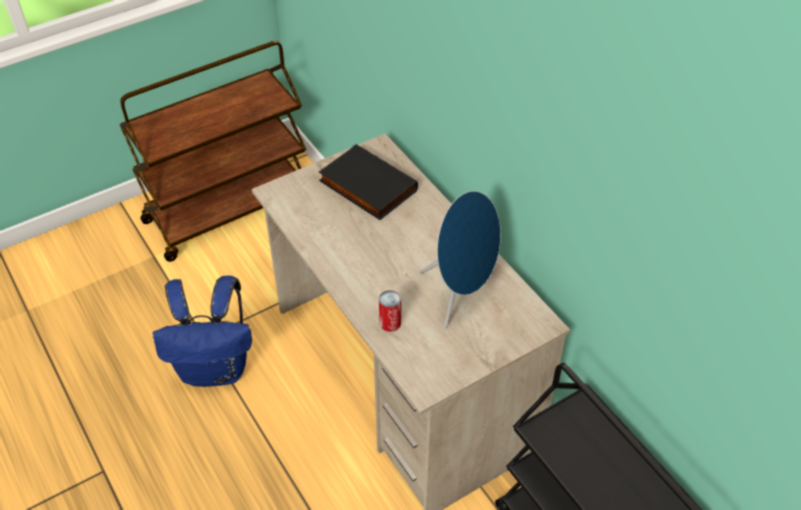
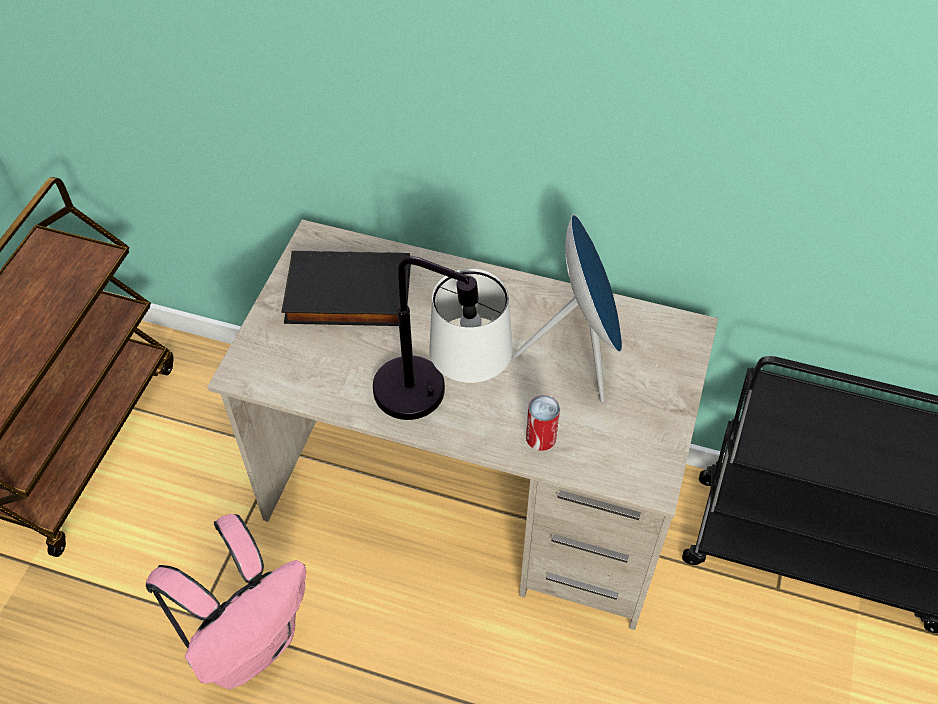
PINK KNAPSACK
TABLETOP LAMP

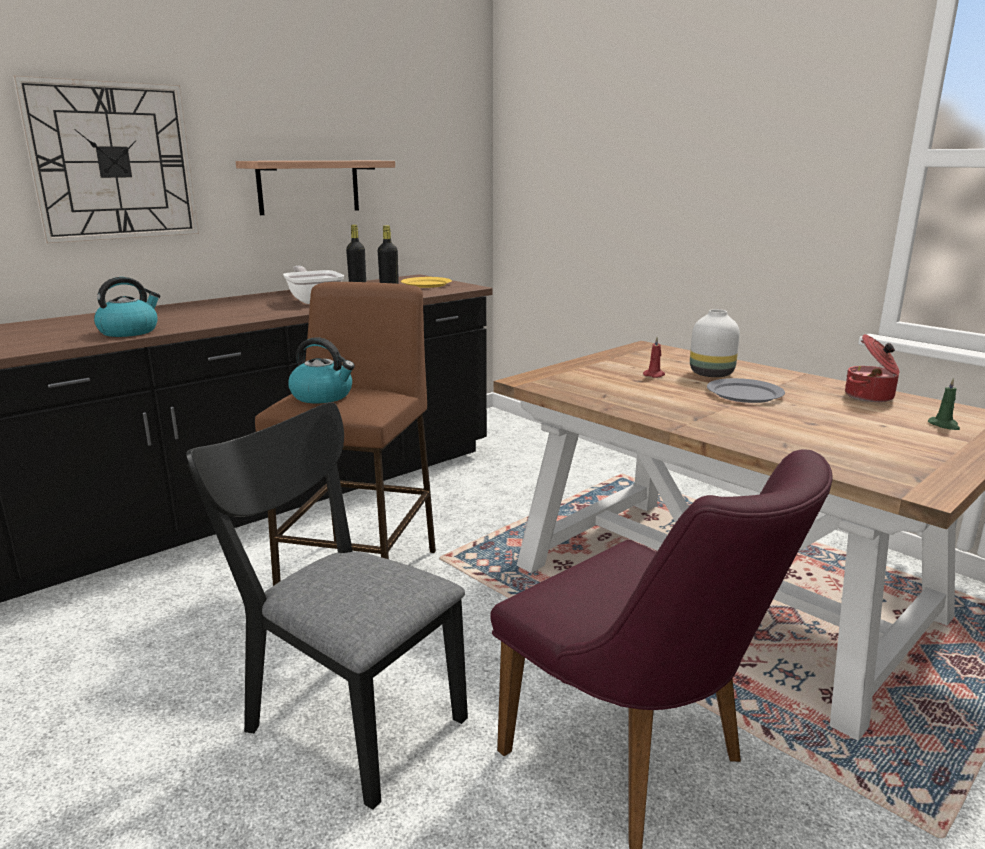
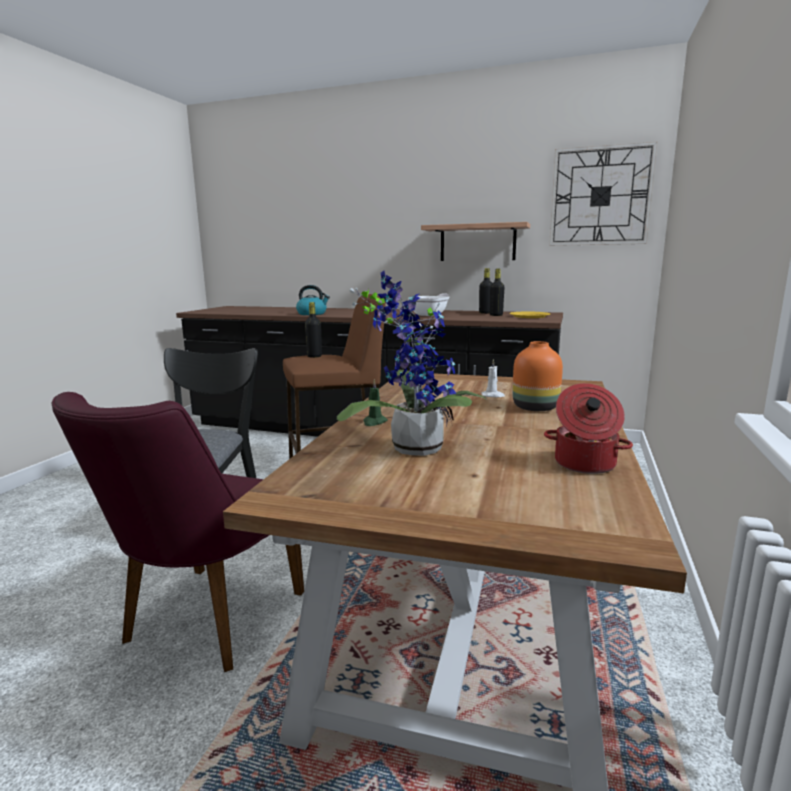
CLOCK ON THE WALL
ORANGE-COLOURED DECORATIVE VASE
BLACKISH DRINK BOTTLE (1st from left)
WHITISH WAX LIGHT
GREY FLAT DISH
GREEN WAX LIGHT
PLANT IN A POT

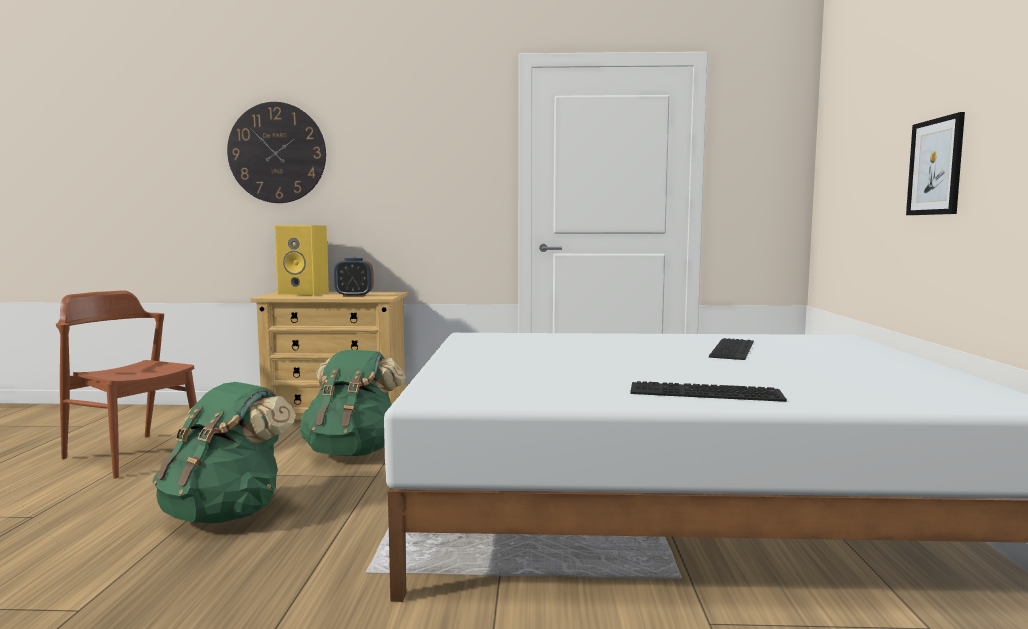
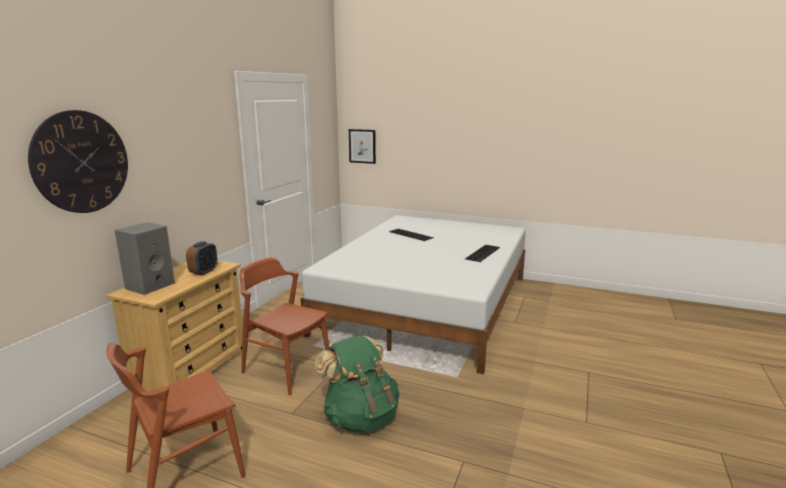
WALL ART
GREY SPEAKER
BROWN-COLOURED PLAIN CHAIR (2nd from left)

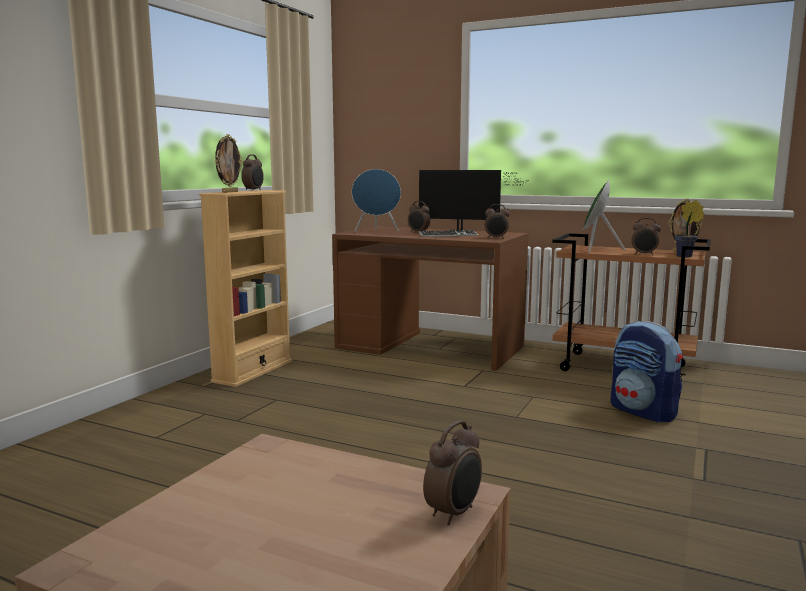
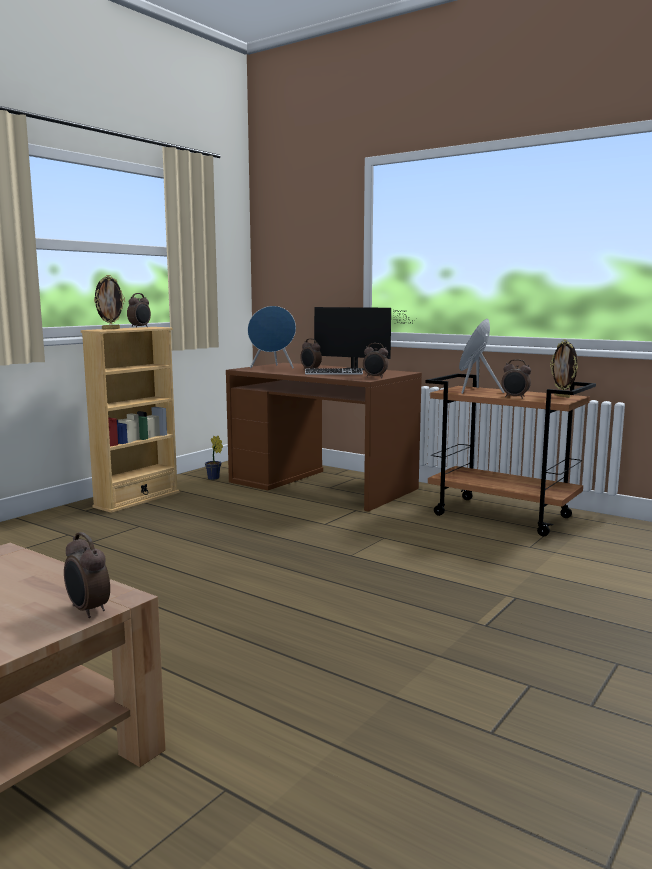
PLANT IN A POT
KNAPSACK
TABLE CLOCK (1st from left)

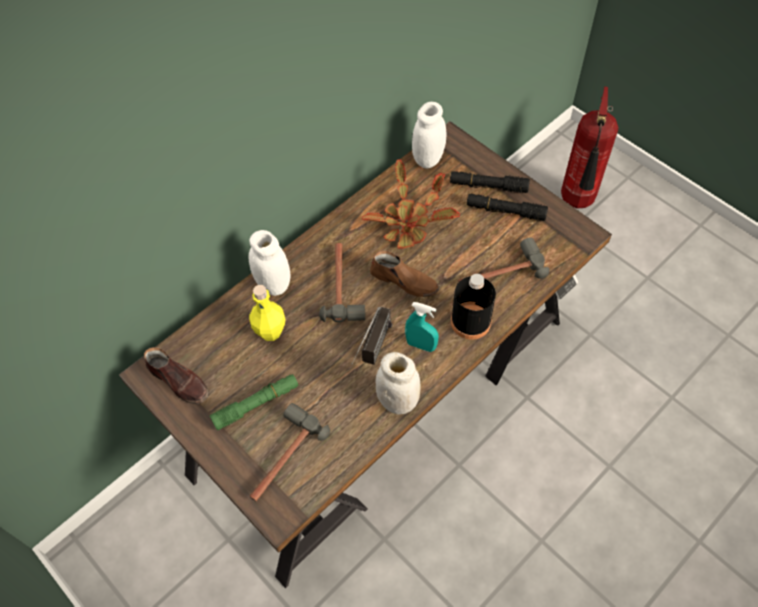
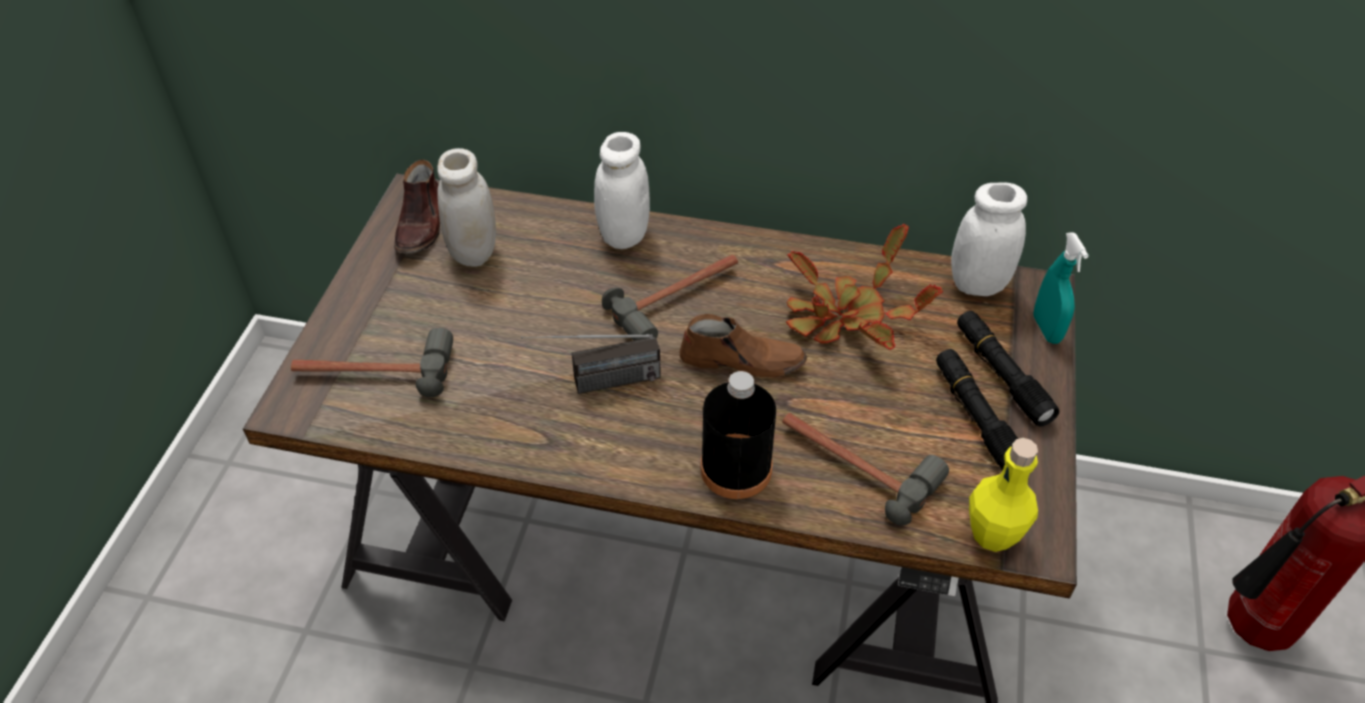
BROWN-COLOURED ITEM OF FOOTWEAR (2nd from left)
YELLOW-COLOURED DRINK BOTTLE
TURQUOISE HAND SPRAYER
WHITISH PRESERVE JAR (1st from left)
GREEN HAND TORCH

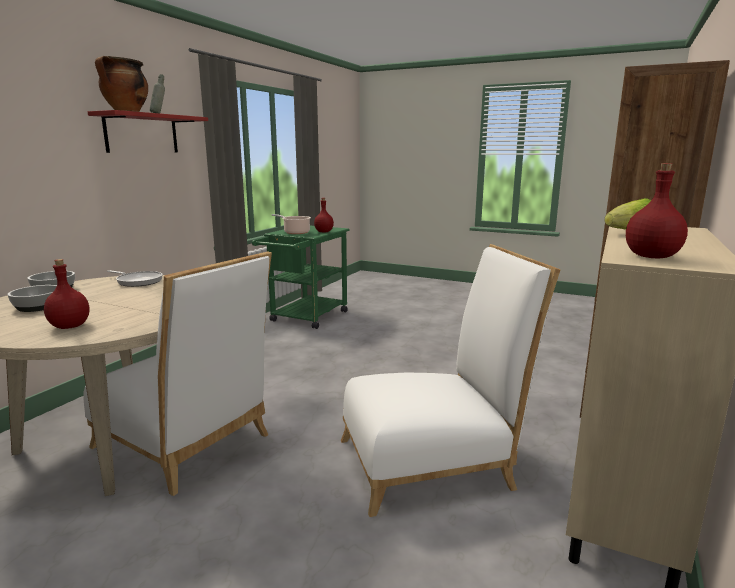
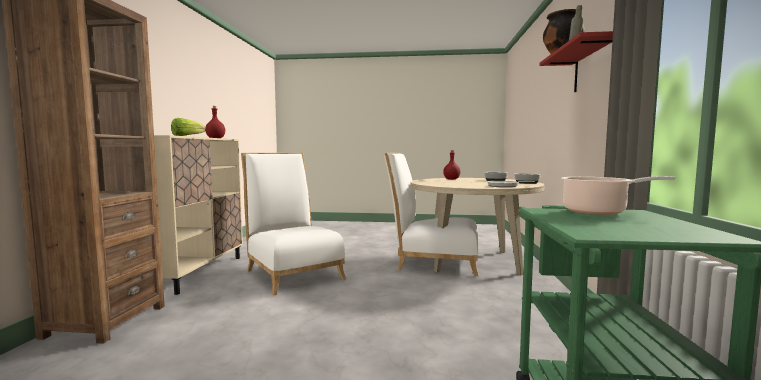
RED DRINK BOTTLE (2nd from left in the first image)
WHITISH PLAIN CHAIR (1st from left)

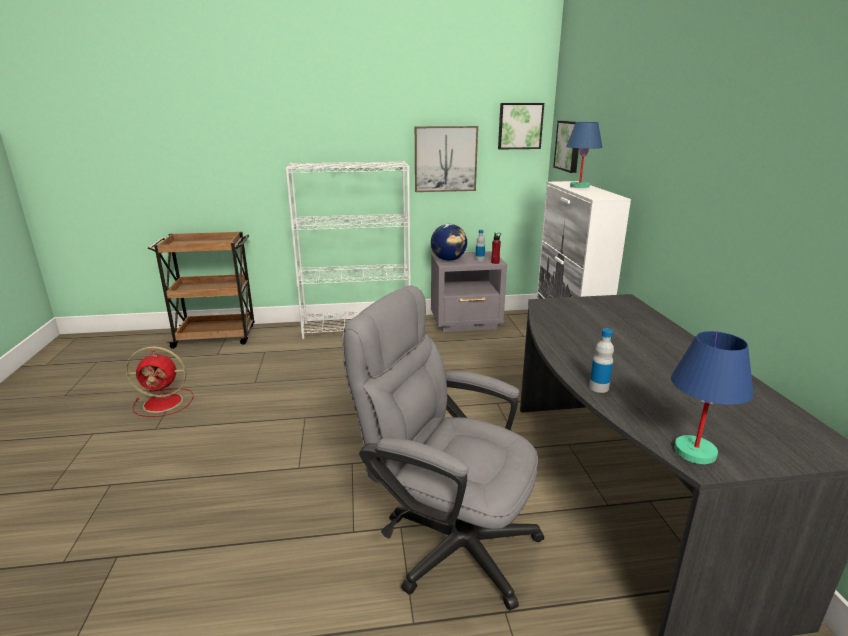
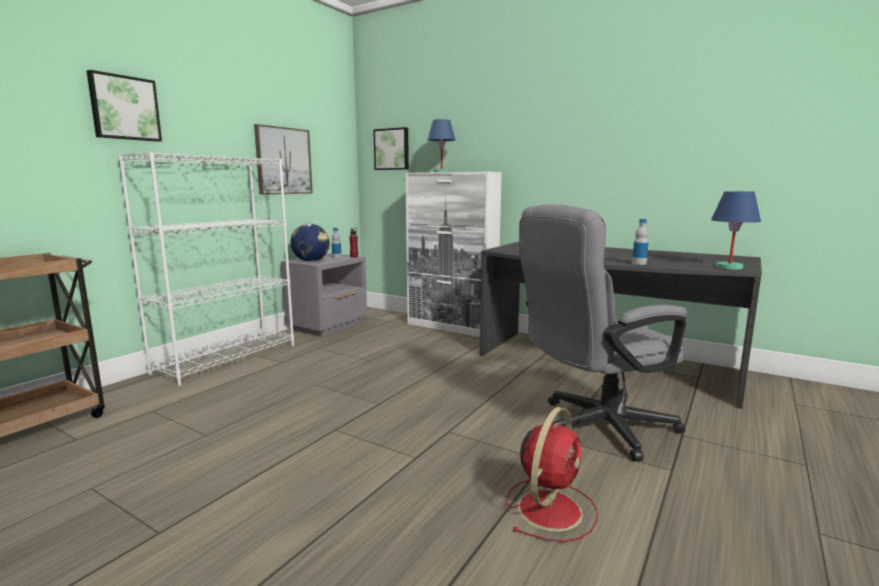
WALL ART (1st from left)
RED FAN

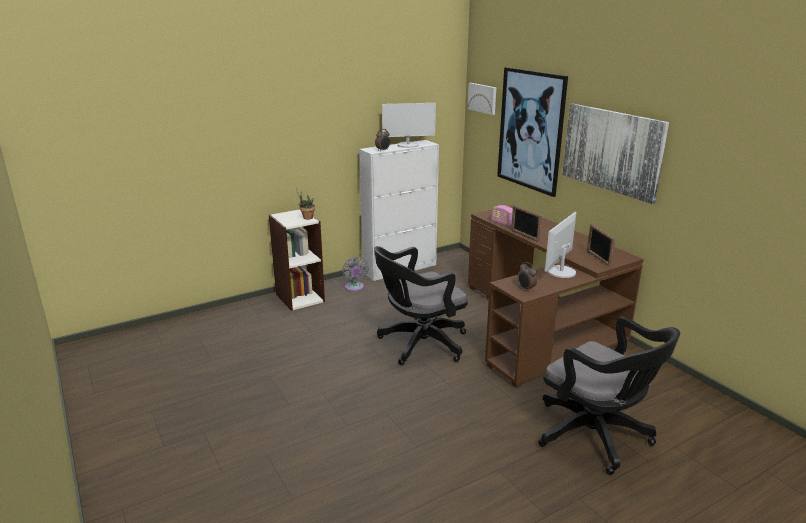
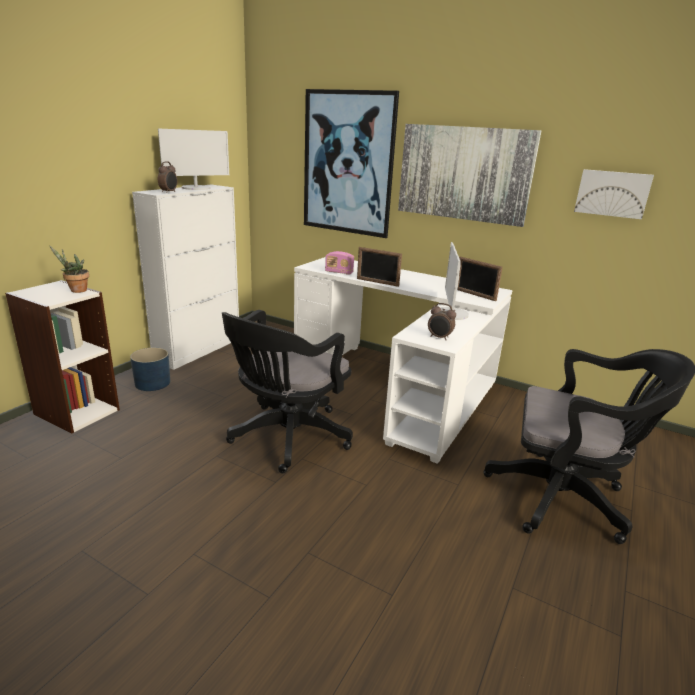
WALL ART (3rd from left)
WHITISH DESK
BLUE-COLOURED FLOWER POT

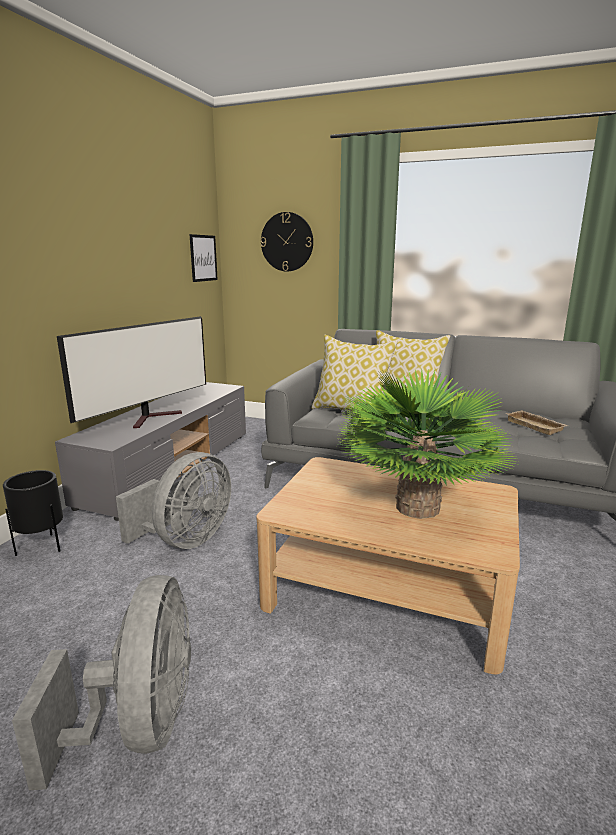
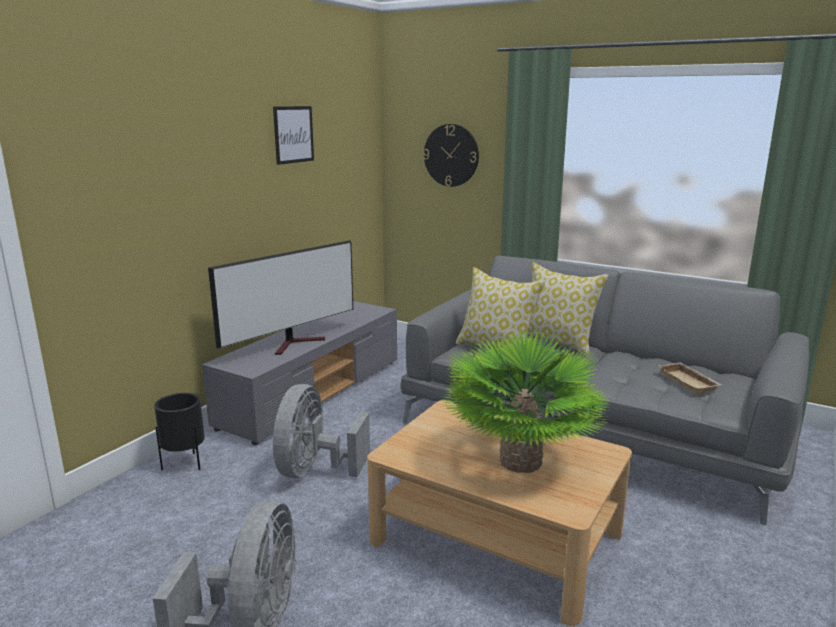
WALL ART
GREY FAN (2nd from left)

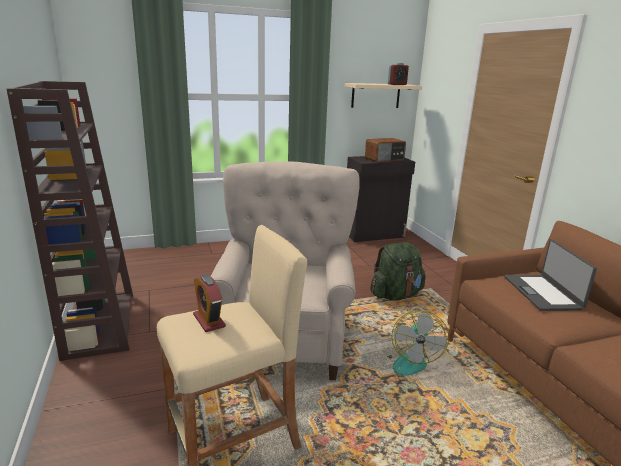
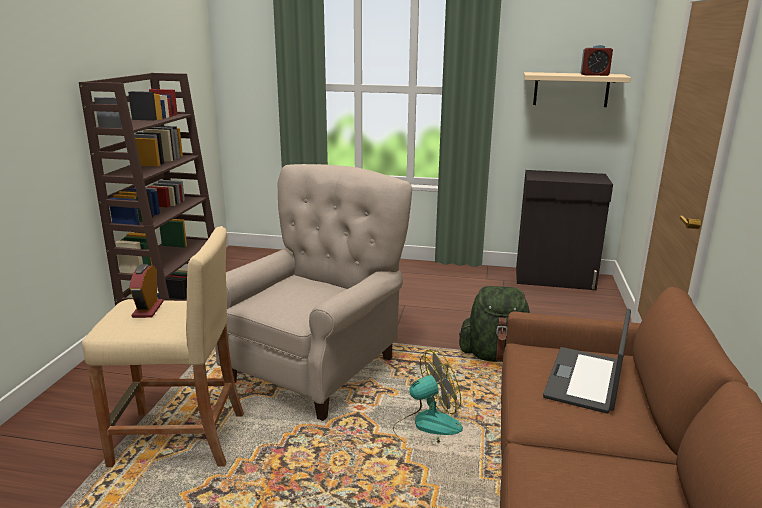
RADIO SET
FAN

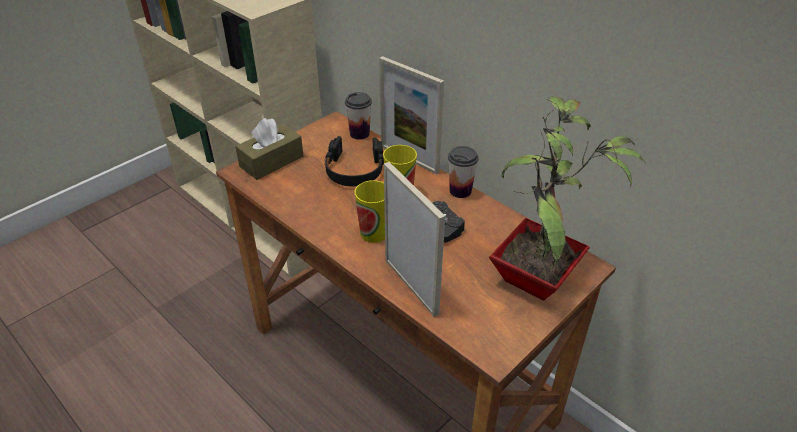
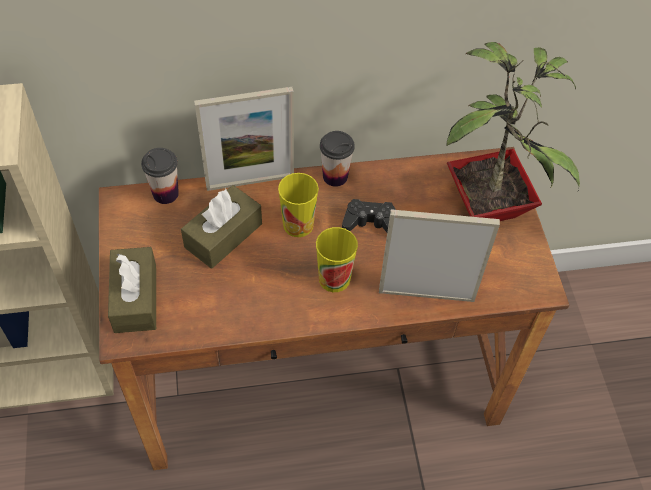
BROWN-COLOURED TISSUE HOLDER (2nd from left)

